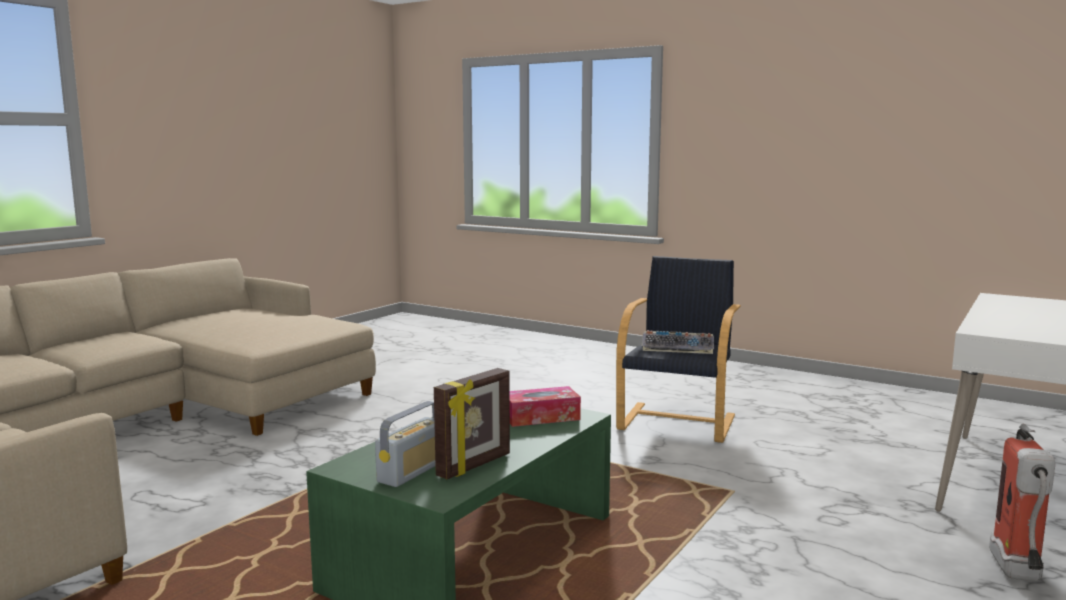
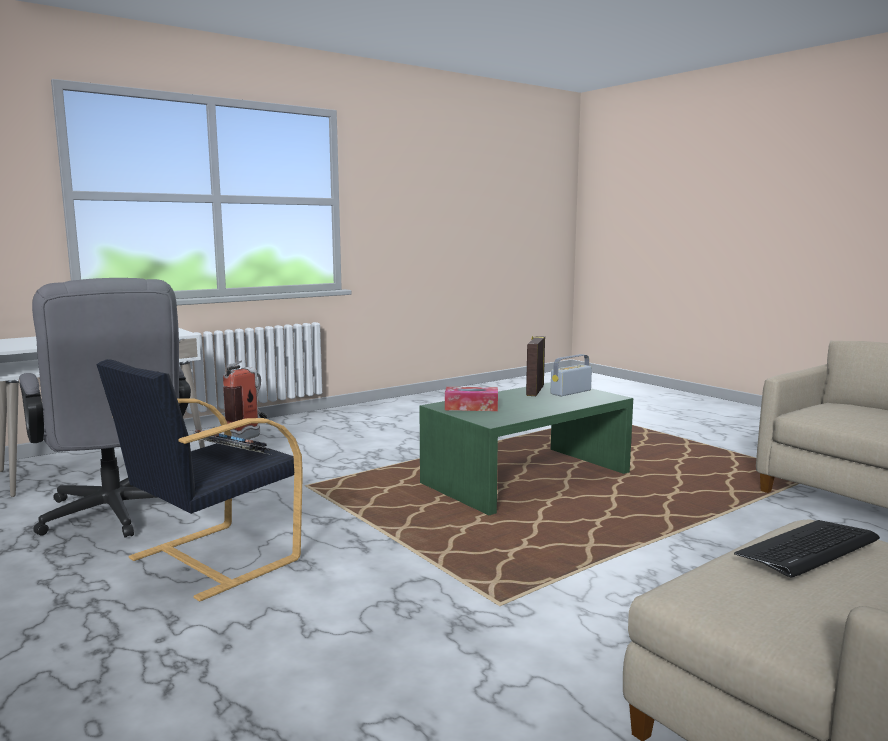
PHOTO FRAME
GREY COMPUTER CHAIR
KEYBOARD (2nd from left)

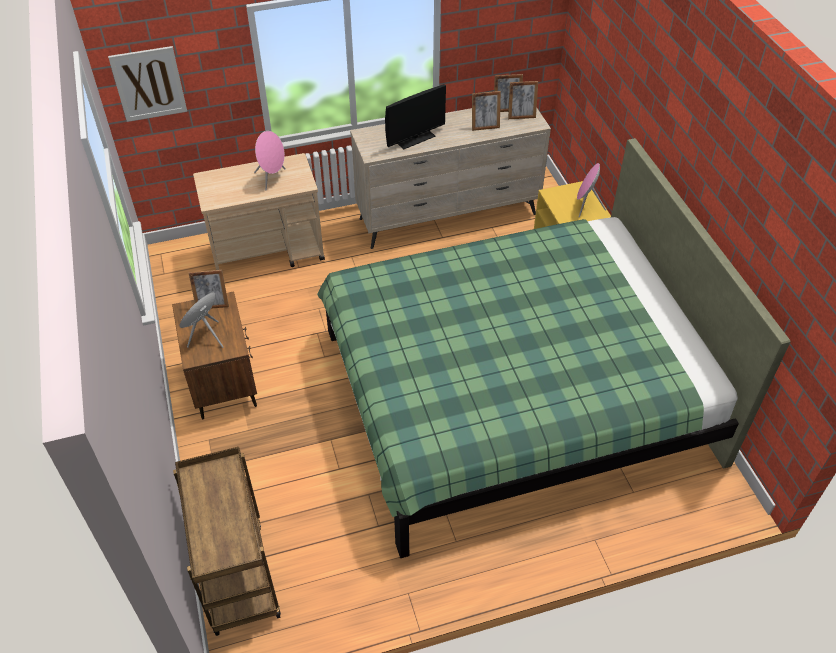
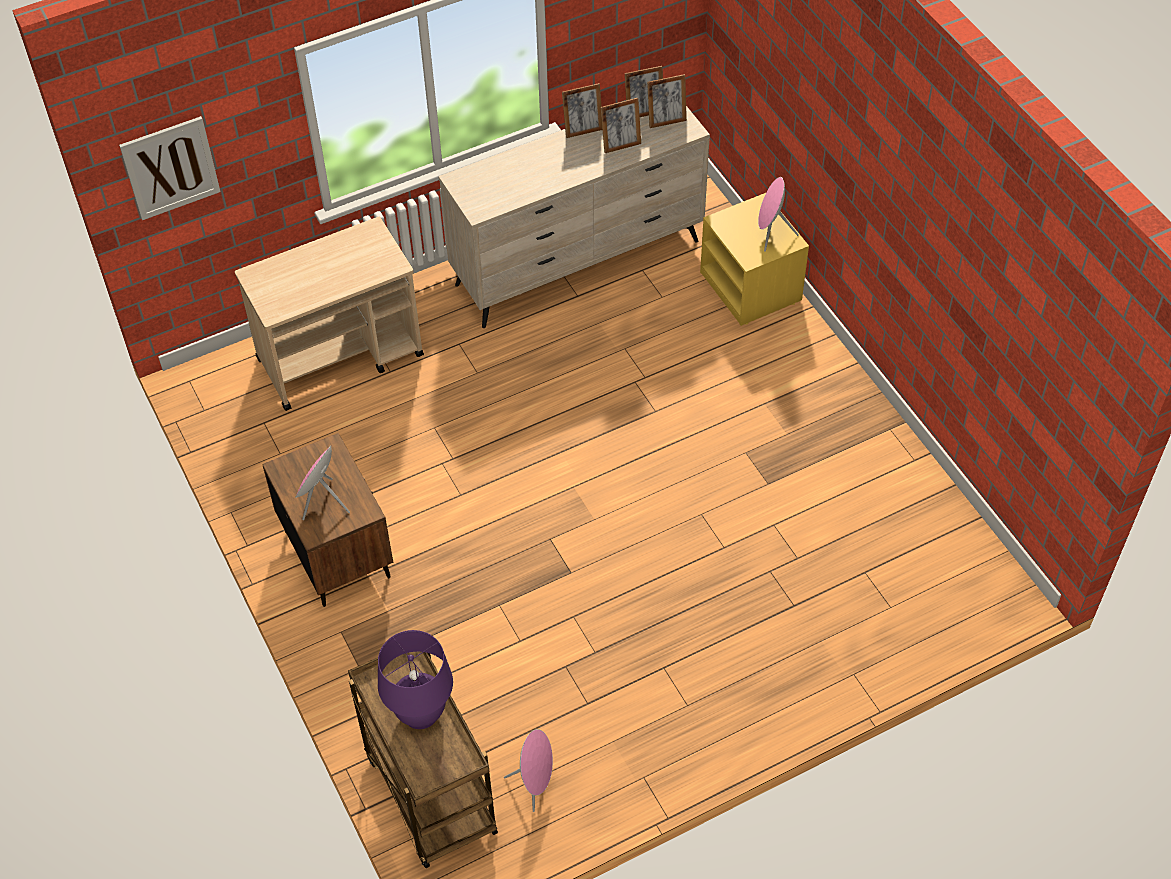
MONITOR
PINK SPEAKER (2nd from left)
GREEN BED
PHOTO FRAME (1st from left)
PURPLE TABLETOP LAMP

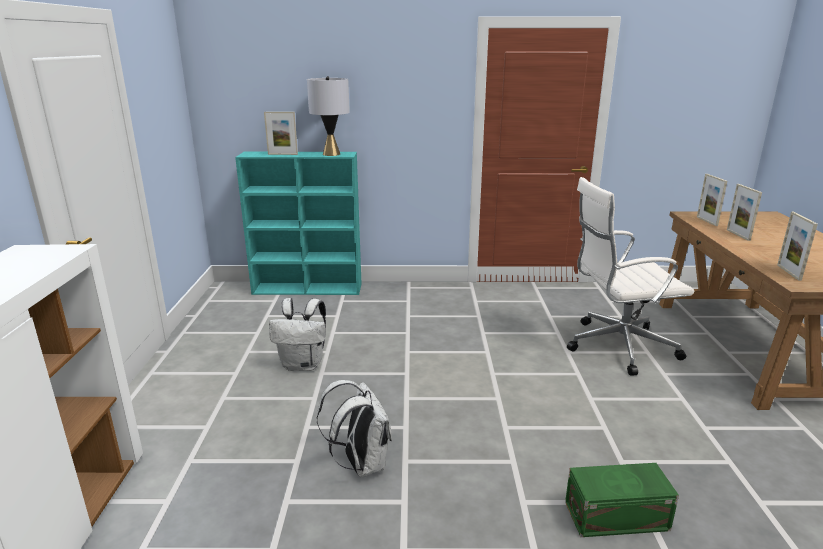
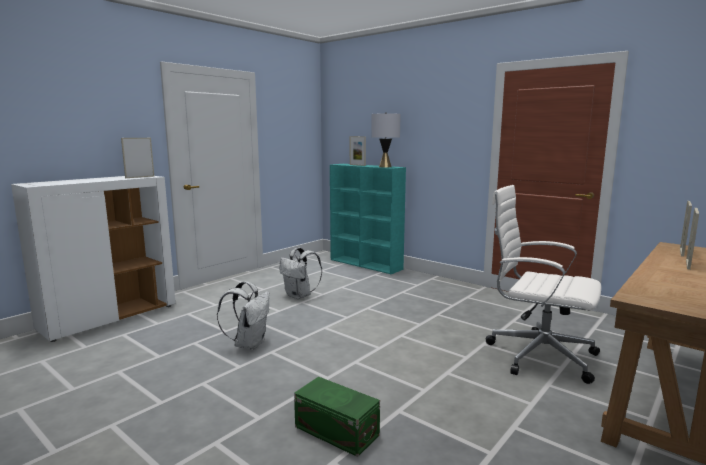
PHOTO FRAME (1st from left)

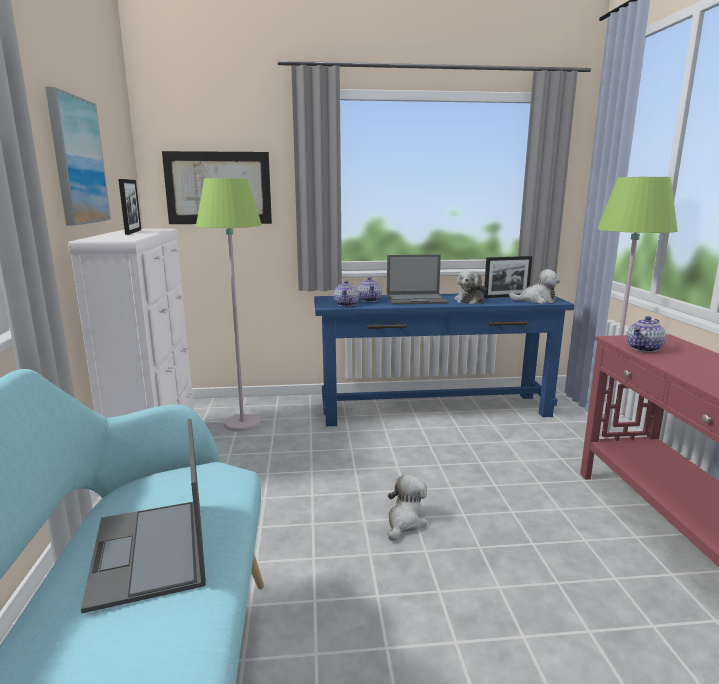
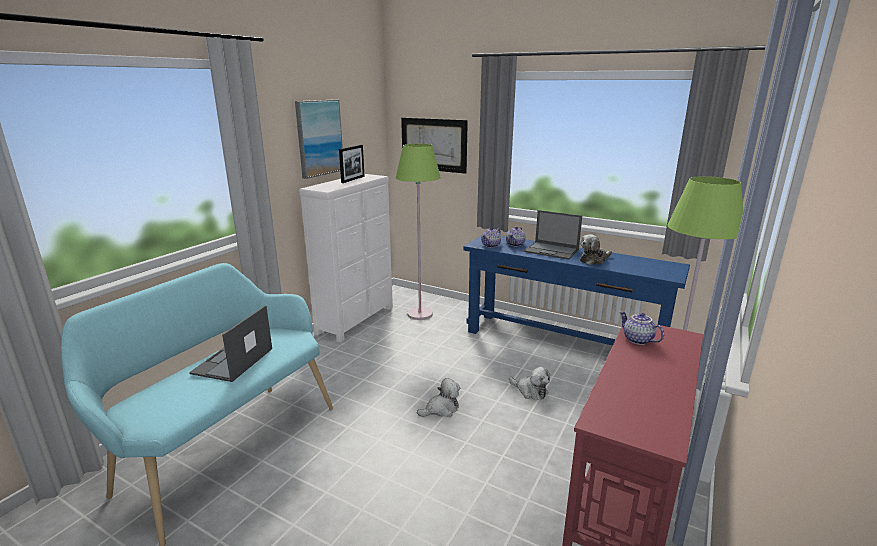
PHOTO FRAME (2nd from left in the first image)
PLUSH TOY (2nd from left)
TEAPOT (3rd from left)

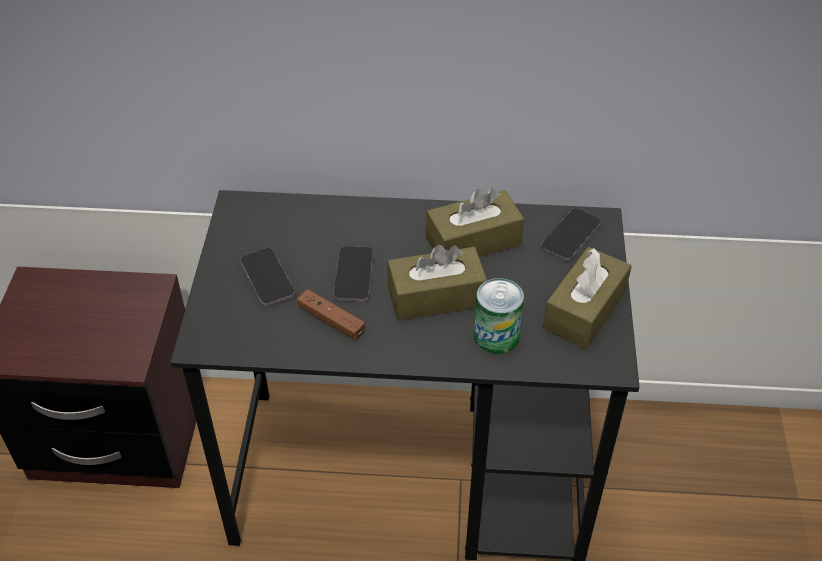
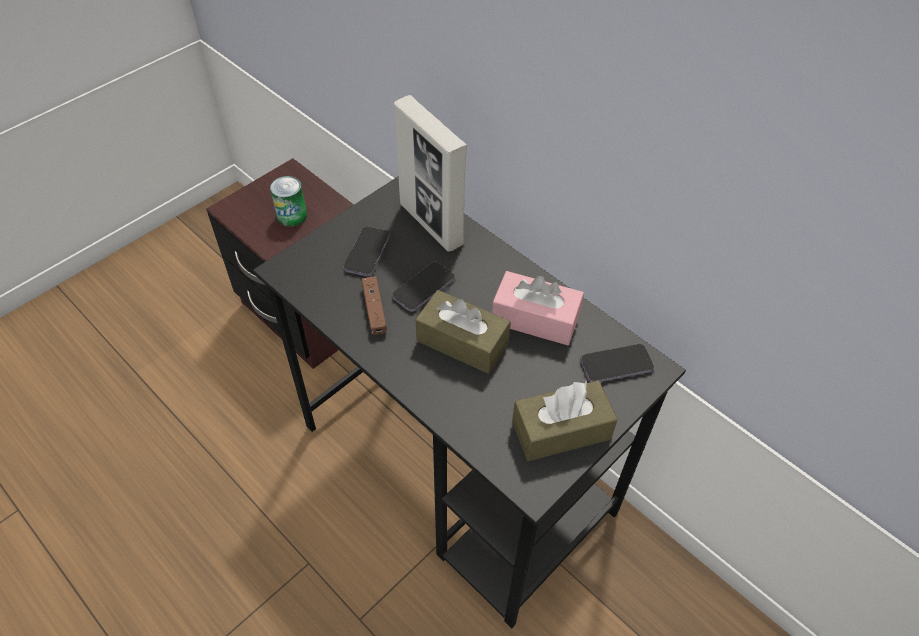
PINK TISSUE HOLDER
SEALED CAN
PHOTO FRAME

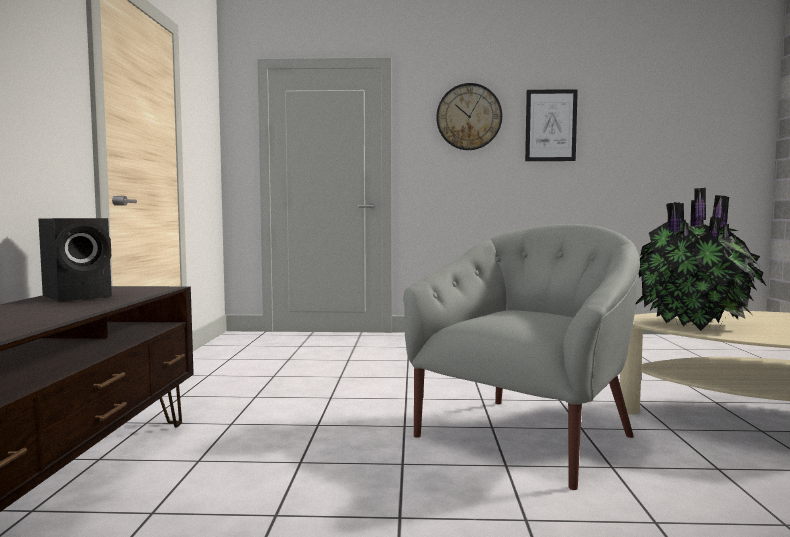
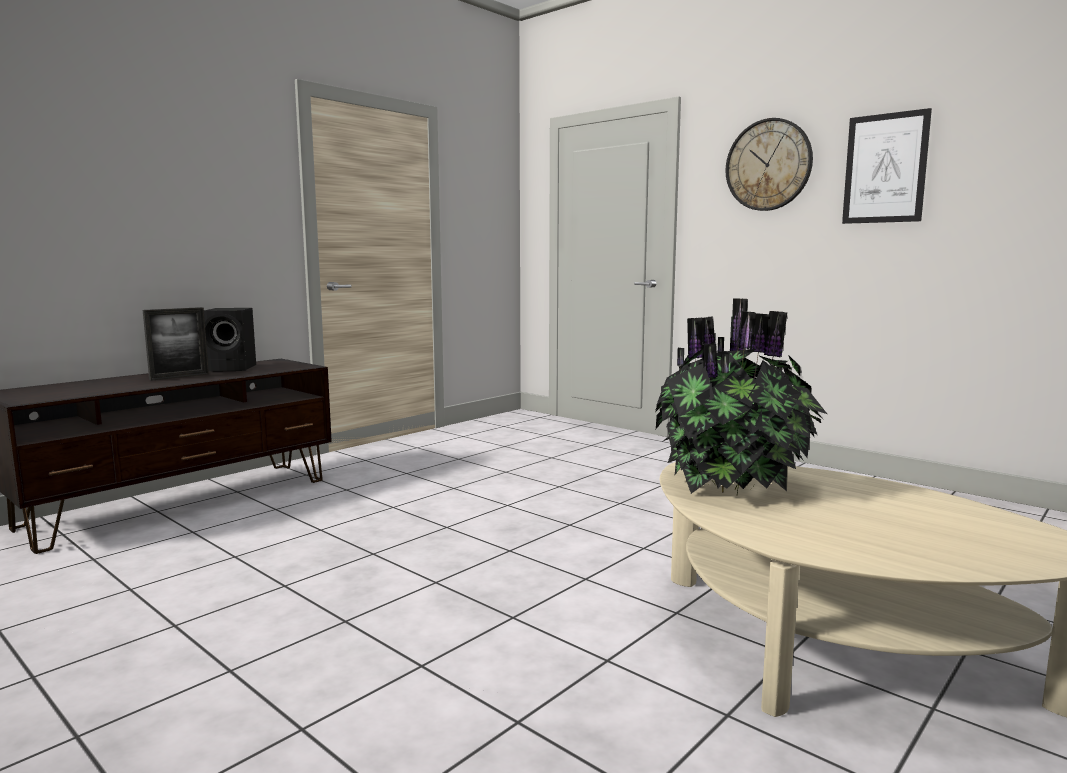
GREY EASY CHAIR
PHOTO FRAME

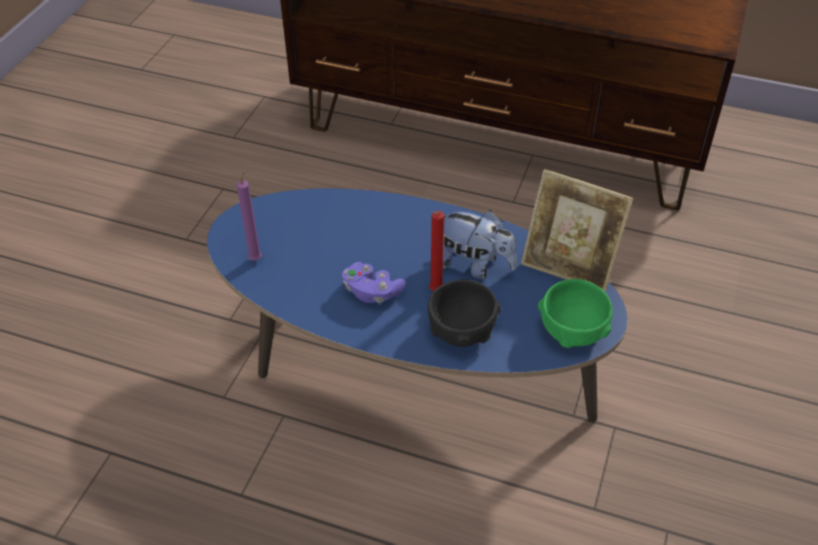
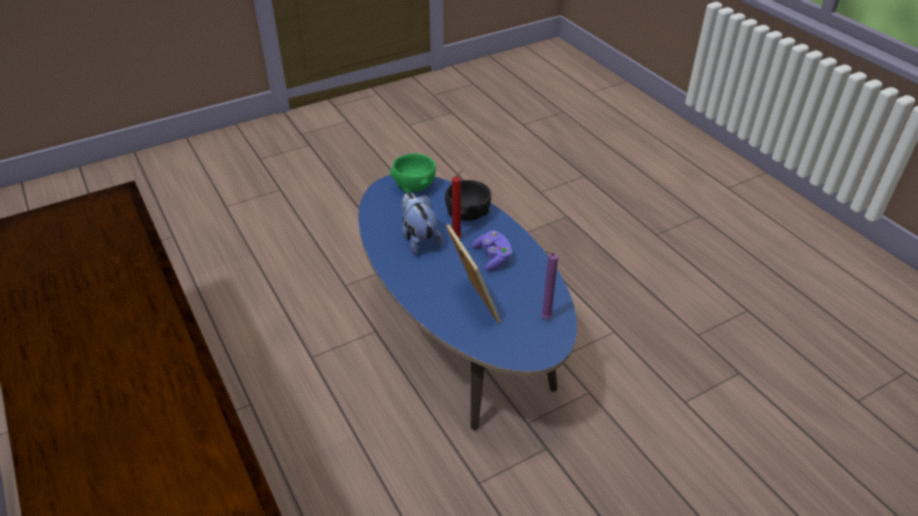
PHOTO FRAME

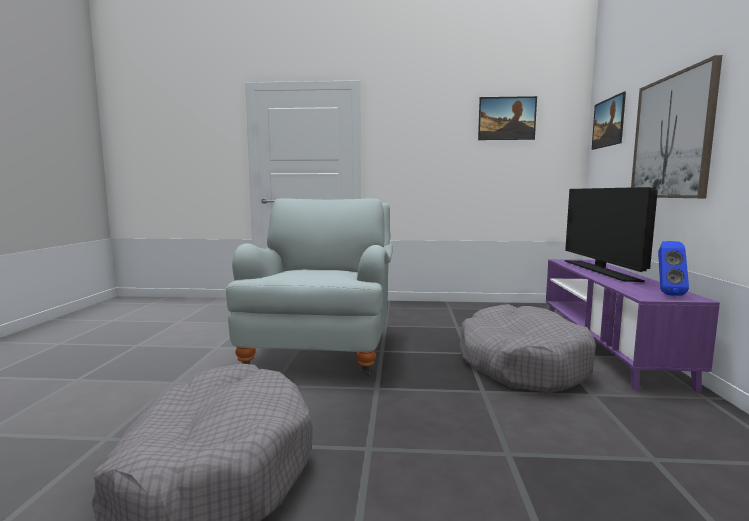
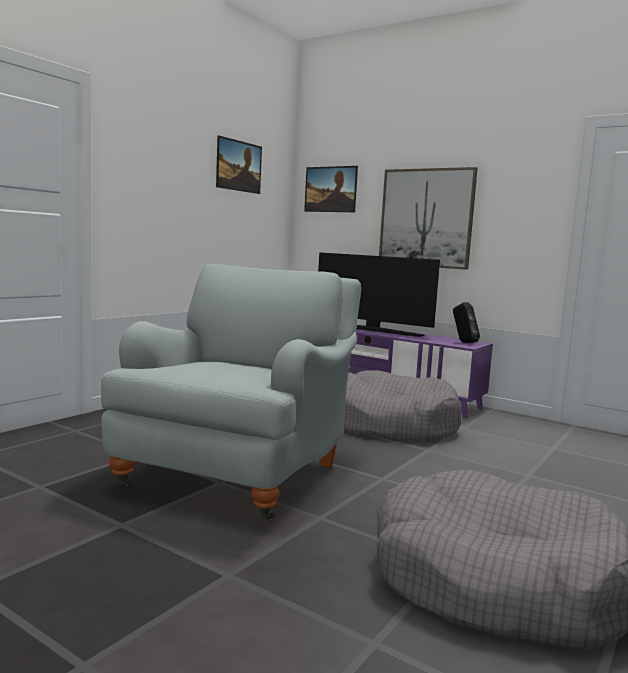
GREY EASY CHAIR
BLACKISH SPEAKER

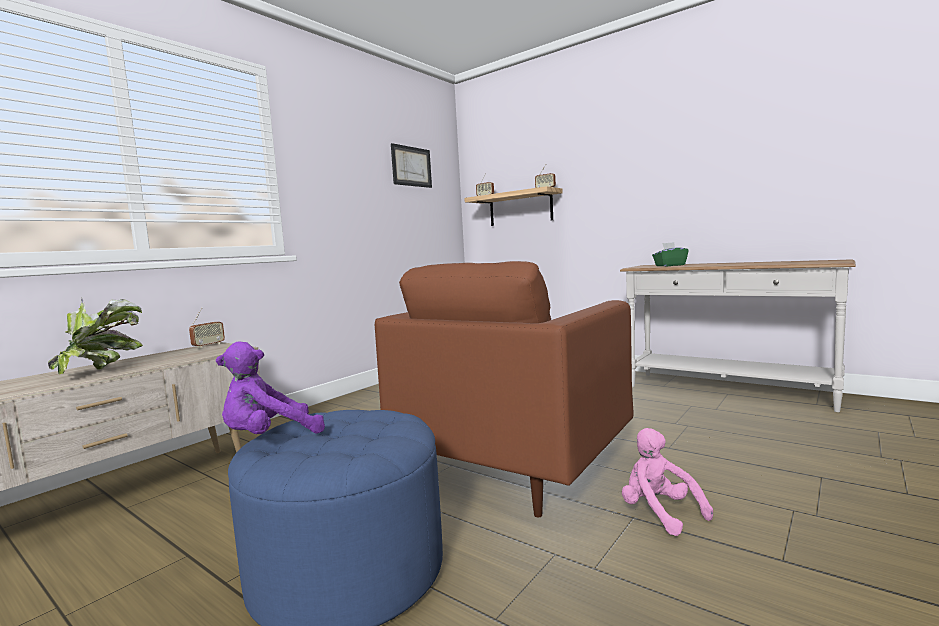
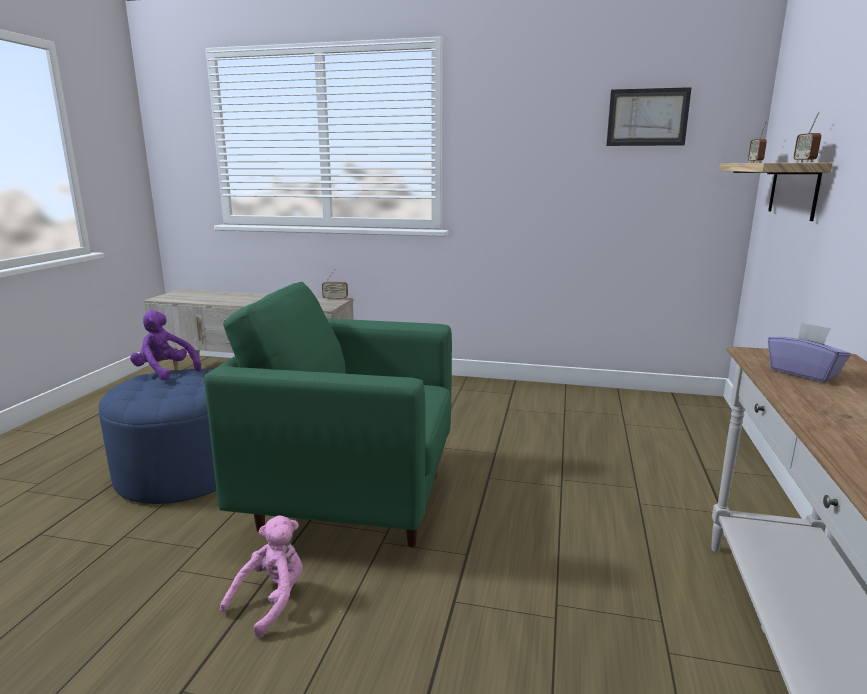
PURPLE TISSUE HOLDER
GREEN EASY CHAIR
PLANT IN A POT

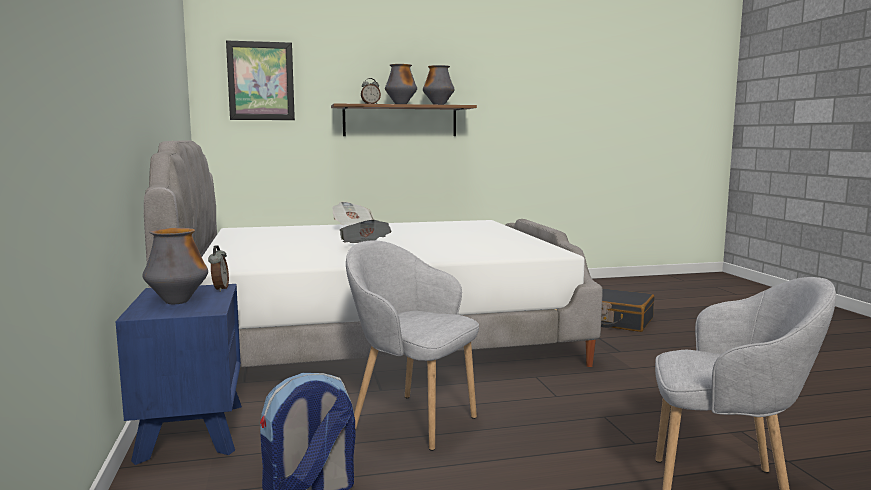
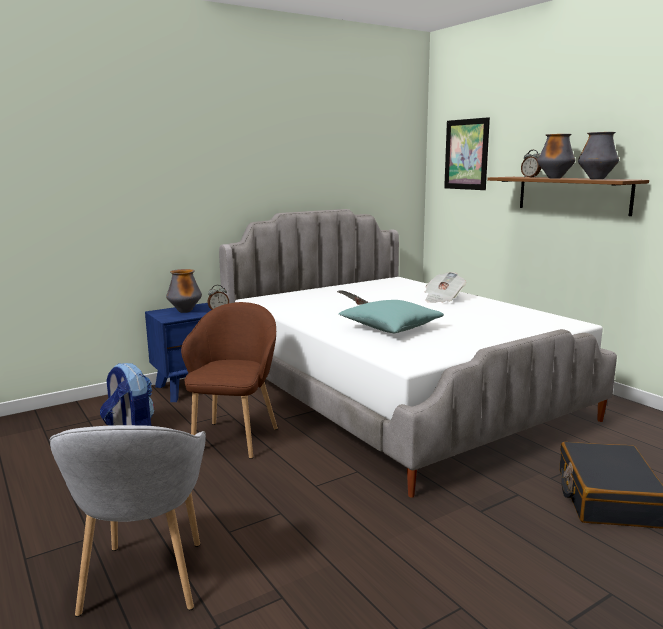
BROWN-COLOURED EASY CHAIR
TURQUOISE CUSHION

